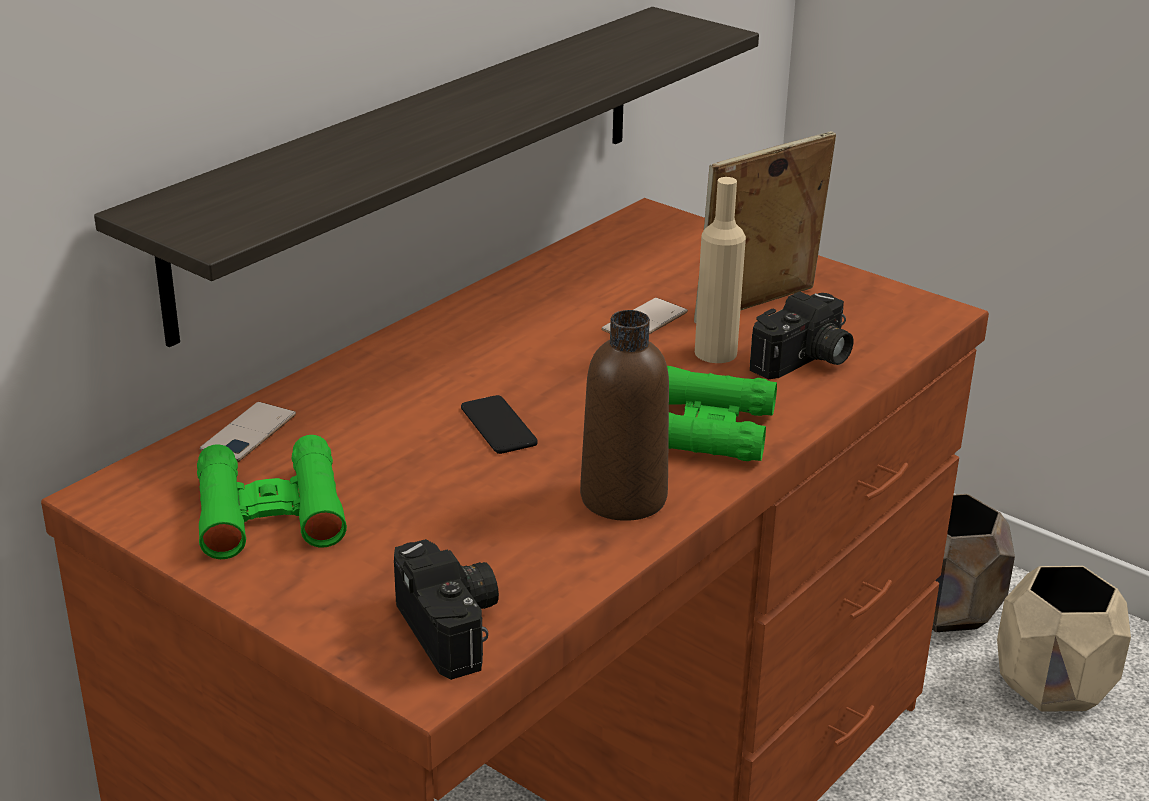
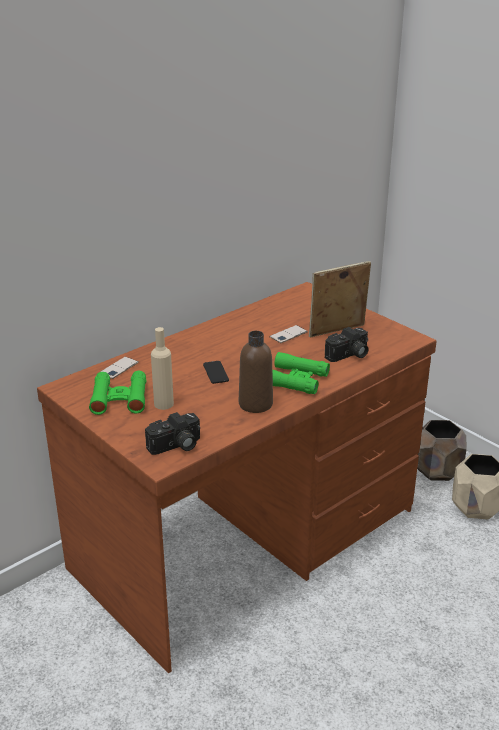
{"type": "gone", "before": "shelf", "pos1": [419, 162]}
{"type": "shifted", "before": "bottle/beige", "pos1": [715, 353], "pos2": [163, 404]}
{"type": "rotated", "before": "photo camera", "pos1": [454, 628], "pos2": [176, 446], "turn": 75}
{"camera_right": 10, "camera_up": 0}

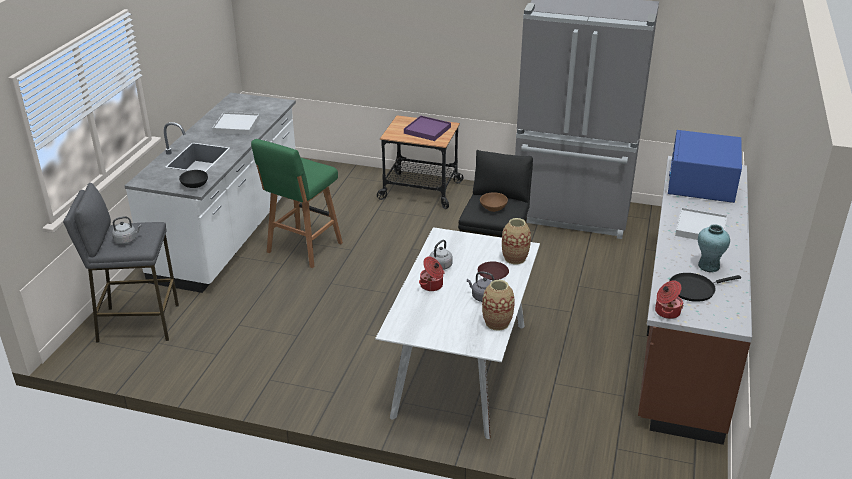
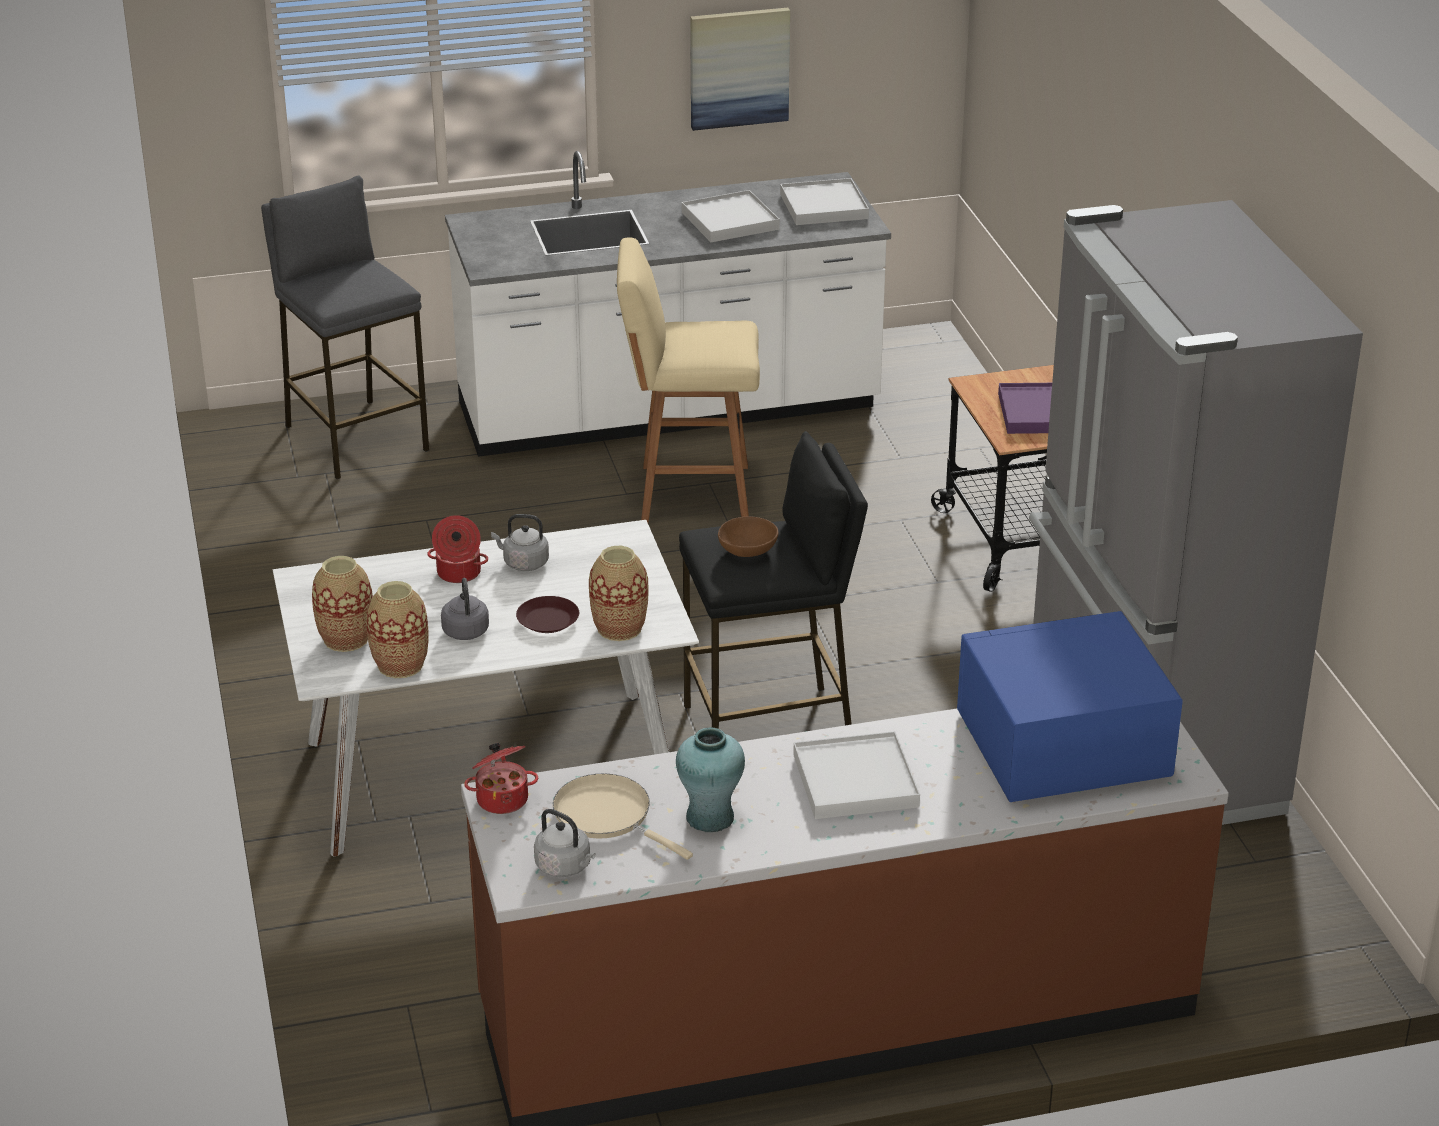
{"type": "repainted", "before": "stool/green", "after": "stool/beige", "pos1": [303, 249], "pos2": [689, 494]}
{"type": "gone", "before": "bowl/black", "pos1": [194, 185]}
{"type": "shifted", "before": "kettle/grey", "pos1": [127, 240], "pos2": [565, 867]}
{"type": "repainted", "before": "frying pan/black", "after": "frying pan/beige", "pos1": [694, 289], "pos2": [608, 816]}
{"type": "new", "after": "picture", "pos2": [739, 67]}
{"type": "new", "after": "tray/white", "pos2": [824, 206]}
{"type": "new", "after": "vase", "pos2": [346, 639]}
{"camera_right": 60, "camera_up": 0}

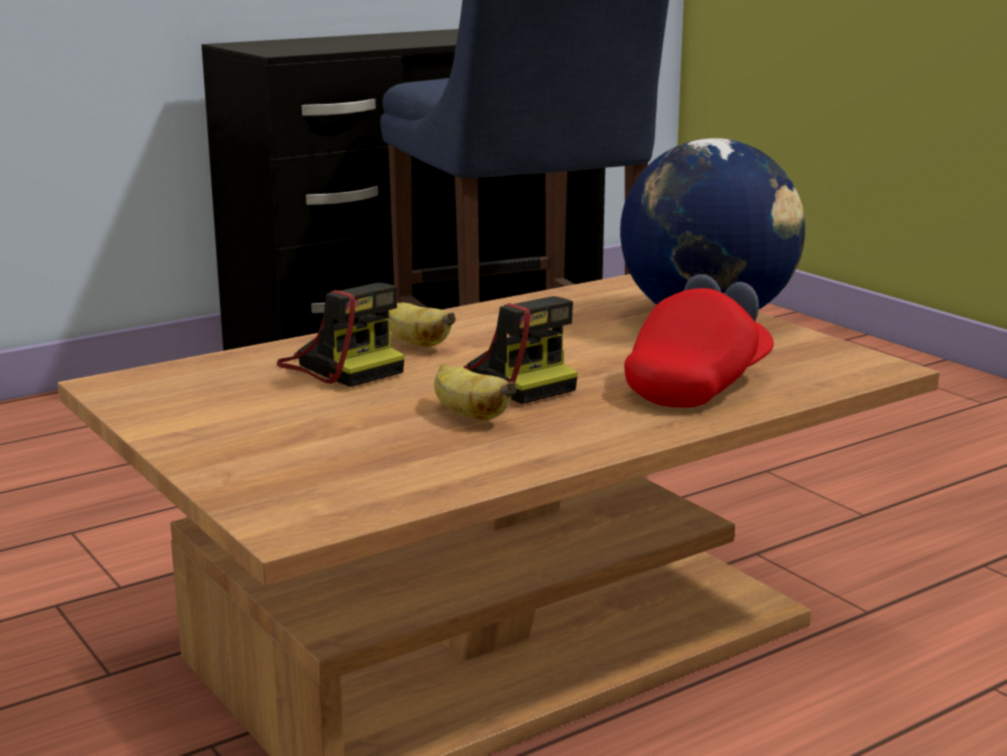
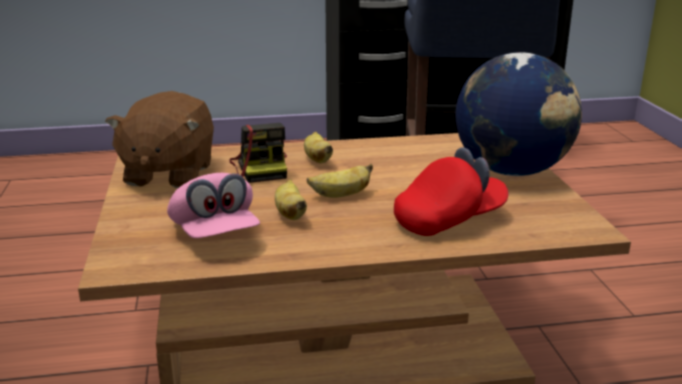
{"type": "swapped", "before": "photo camera", "after": "banana", "pos1": [512, 381], "pos2": [341, 195]}
{"type": "new", "after": "plush toy/brown", "pos2": [168, 174]}
{"type": "new", "after": "cap/pink", "pos2": [214, 234]}
{"camera_right": 25, "camera_up": 5}

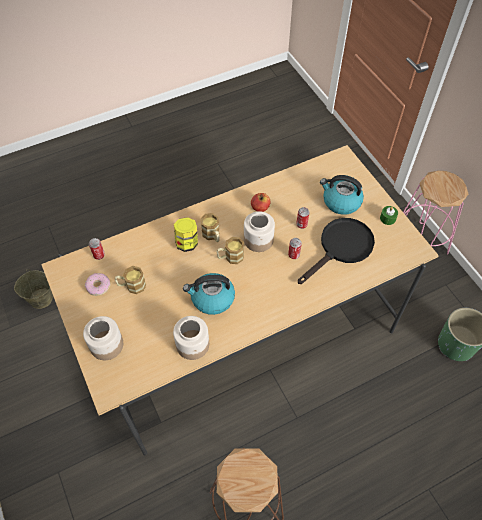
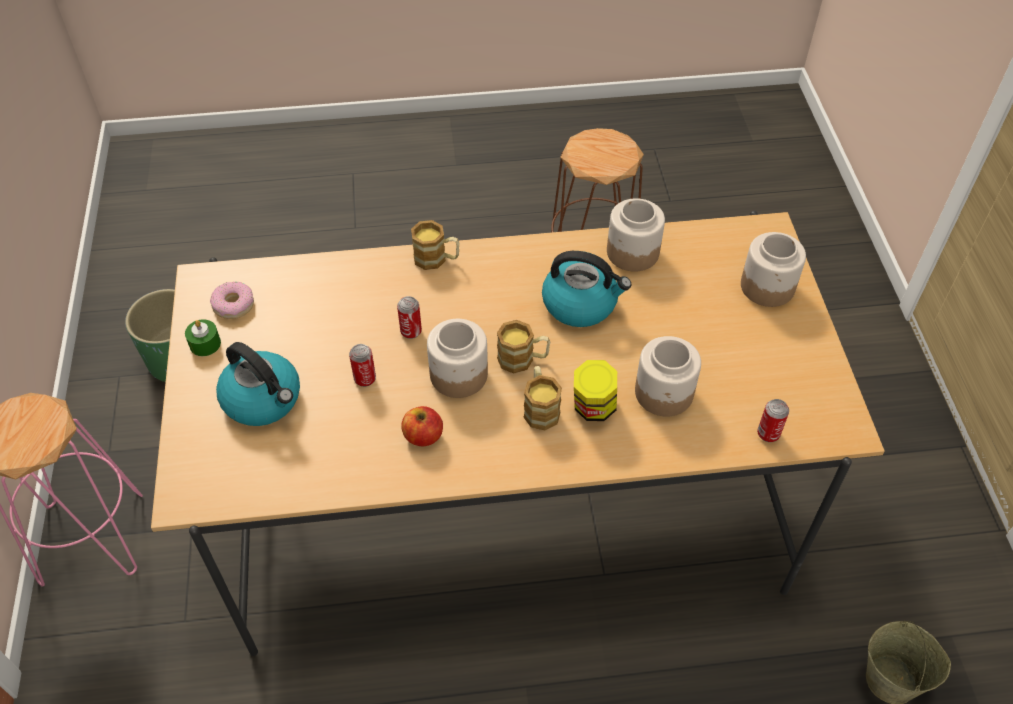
{"type": "gone", "before": "frying pan/black", "pos1": [341, 248]}
{"type": "shifted", "before": "mug", "pos1": [132, 286], "pos2": [436, 259]}
{"type": "shifted", "before": "donut", "pos1": [98, 286], "pos2": [233, 305]}
{"type": "new", "after": "jar", "pos2": [664, 393]}
{"camera_right": -160, "camera_up": -5}

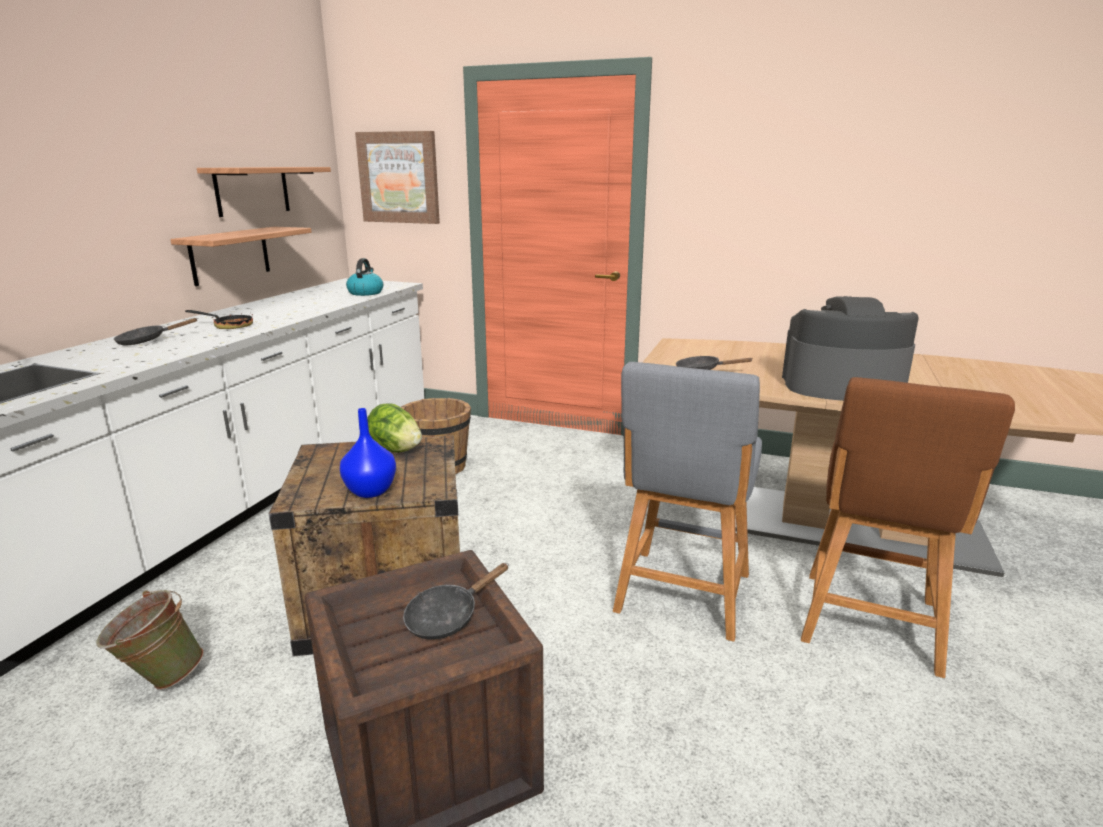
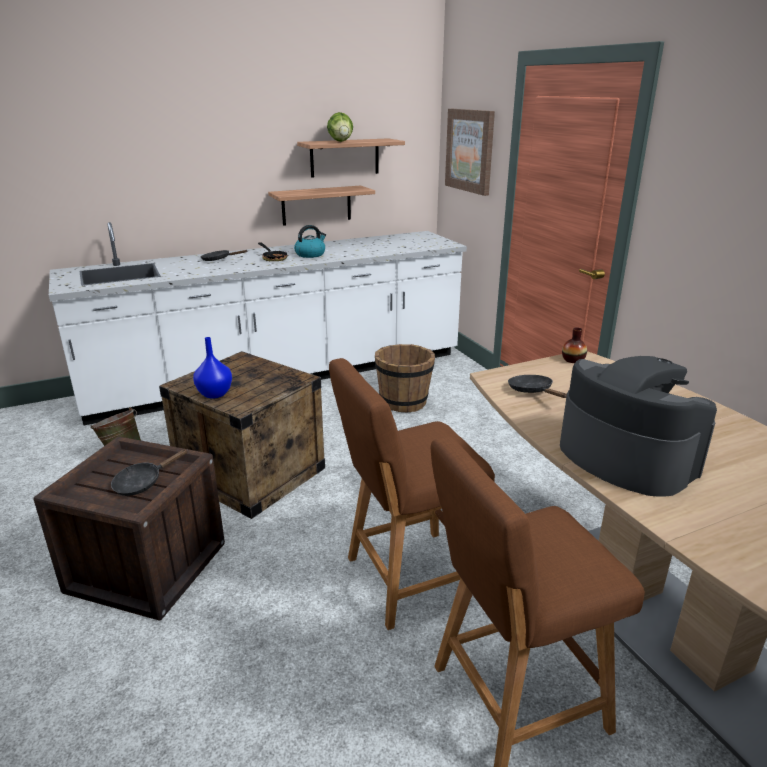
{"type": "shifted", "before": "kettle", "pos1": [365, 292], "pos2": [310, 254]}
{"type": "repainted", "before": "stool/grey", "after": "stool/brown", "pos1": [681, 597], "pos2": [407, 578]}
{"type": "shifted", "before": "lettuce", "pos1": [395, 450], "pos2": [341, 141]}
{"type": "rotated", "before": "frying pan/black", "pos1": [447, 617], "pos2": [142, 483], "turn": -45}
{"type": "new", "after": "vase", "pos2": [573, 360]}
{"camera_right": 45, "camera_up": 5}

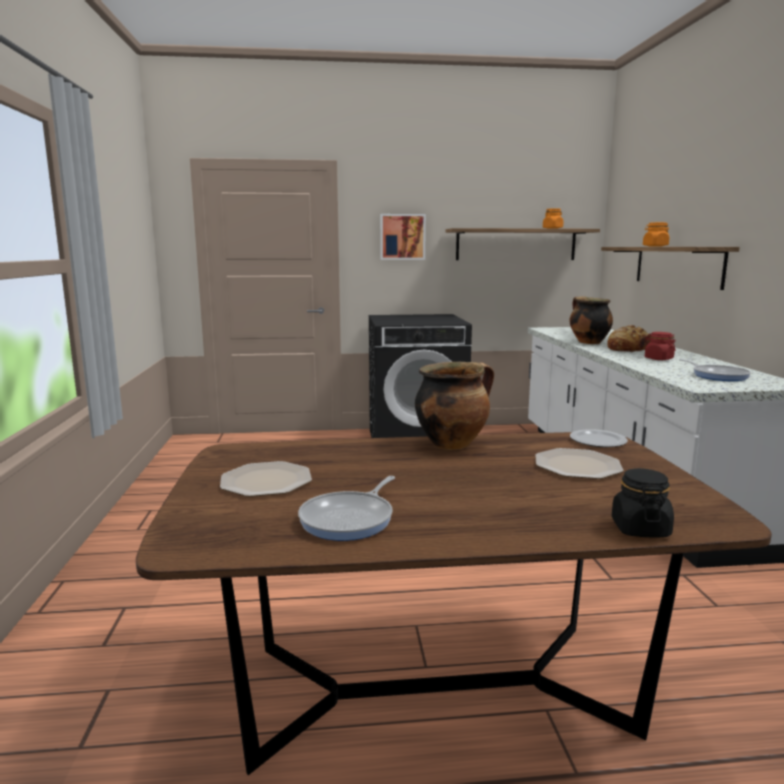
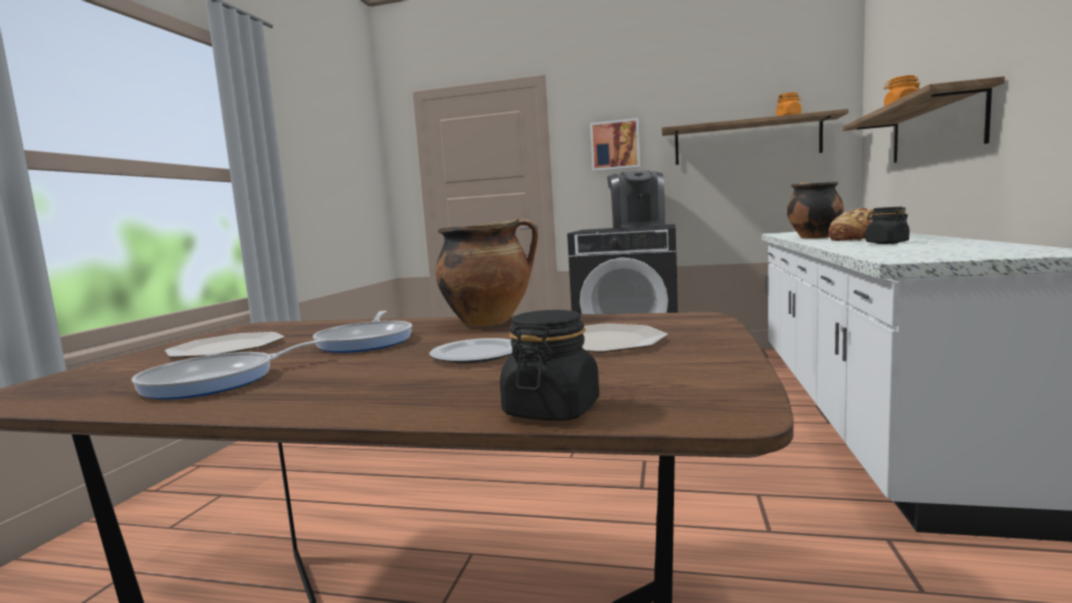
{"type": "repainted", "before": "jar/red", "after": "jar/black", "pos1": [658, 359], "pos2": [886, 243]}
{"type": "shifted", "before": "frying pan", "pos1": [717, 375], "pos2": [367, 341]}
{"type": "shifted", "before": "plate", "pos1": [597, 441], "pos2": [477, 354]}
{"type": "new", "after": "coffee machine", "pos2": [637, 227]}
{"camera_right": 20, "camera_up": -5}

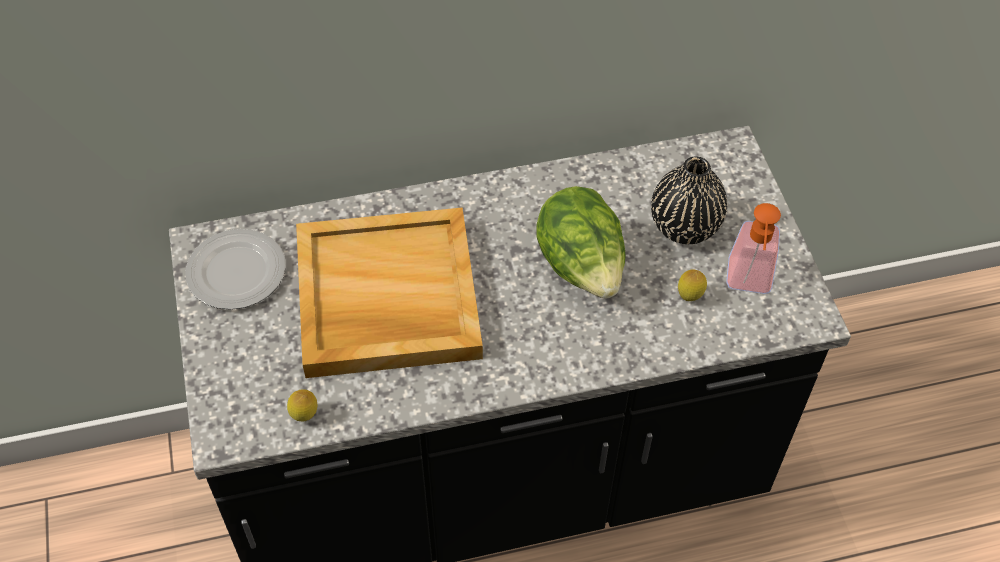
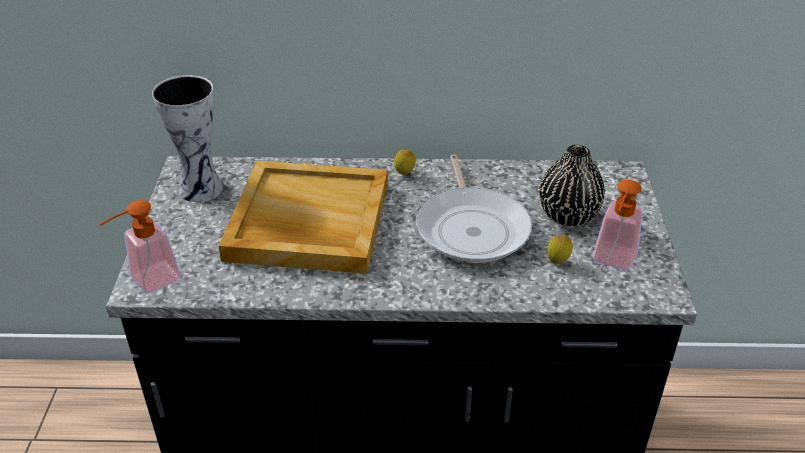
{"type": "swapped", "before": "lettuce", "after": "frying pan", "pos1": [581, 267], "pos2": [472, 227]}
{"type": "swapped", "before": "plate", "after": "vase", "pos1": [238, 272], "pos2": [203, 188]}
{"type": "shifted", "before": "lemon", "pos1": [305, 416], "pos2": [404, 174]}
{"type": "new", "after": "soap dispenser", "pos2": [147, 282]}
{"camera_right": 15, "camera_up": -15}

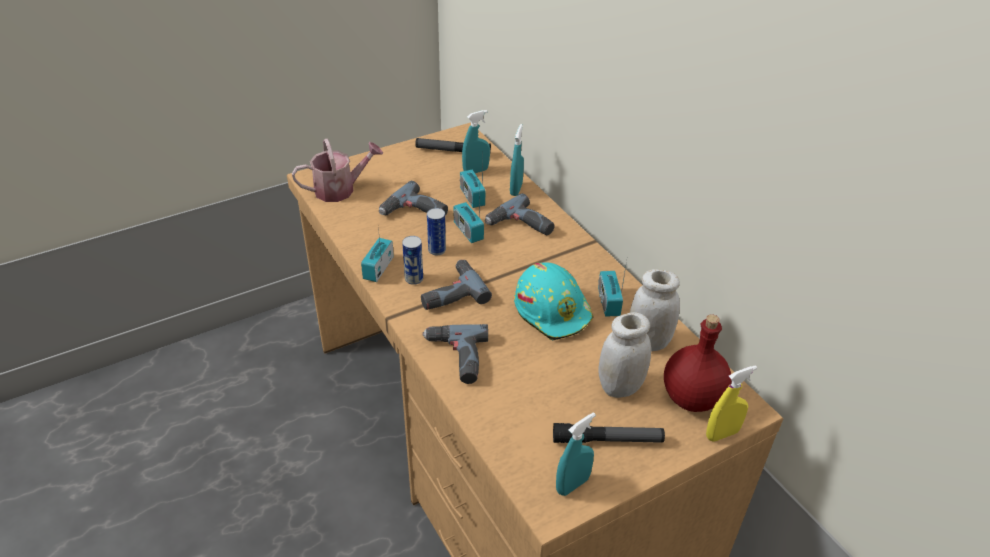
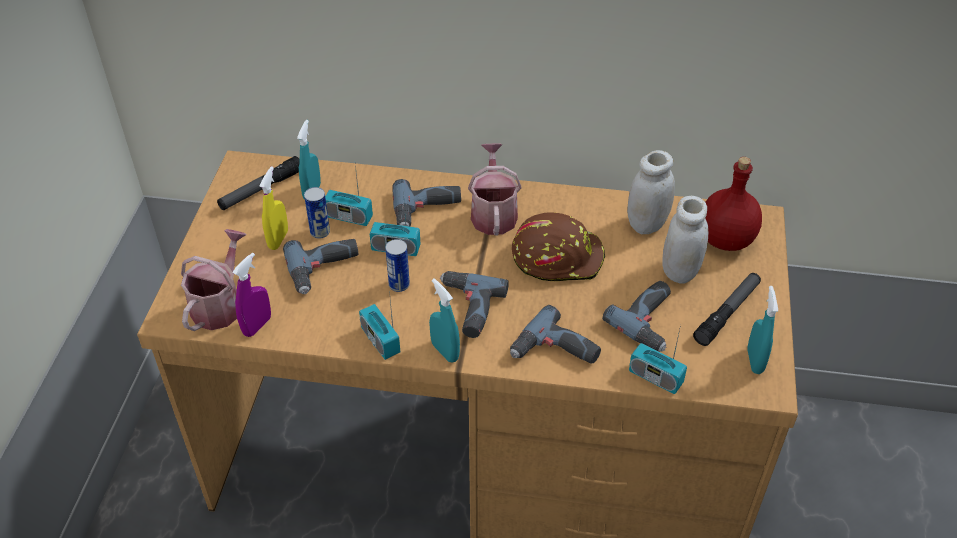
{"type": "shifted", "before": "spray bottle/turquoise", "pos1": [516, 189], "pos2": [445, 351]}
{"type": "shifted", "before": "can", "pos1": [414, 279], "pos2": [320, 232]}
{"type": "shifted", "before": "radio", "pos1": [608, 302], "pos2": [655, 377]}
{"type": "repainted", "before": "hard hat/turquoise", "after": "hard hat/brown", "pos1": [553, 310], "pos2": [557, 256]}
{"type": "shifted", "before": "spray bottle/yellow", "pos1": [722, 434], "pos2": [278, 239]}
{"type": "new", "after": "watering can", "pos2": [493, 213]}
{"type": "new", "after": "spray bottle/purple", "pos2": [257, 326]}
{"type": "new", "after": "power drill", "pos2": [651, 321]}
{"camera_right": -50, "camera_up": 5}

